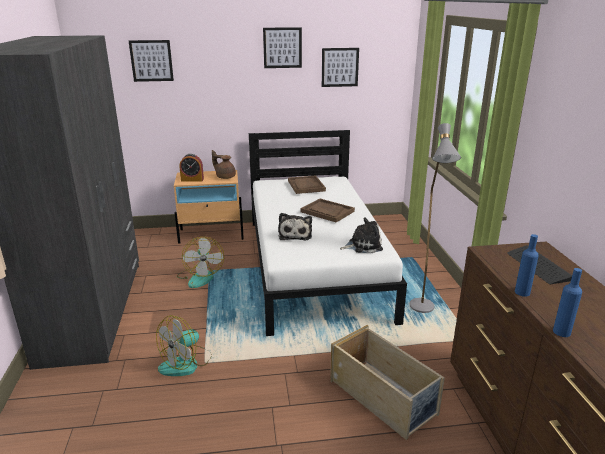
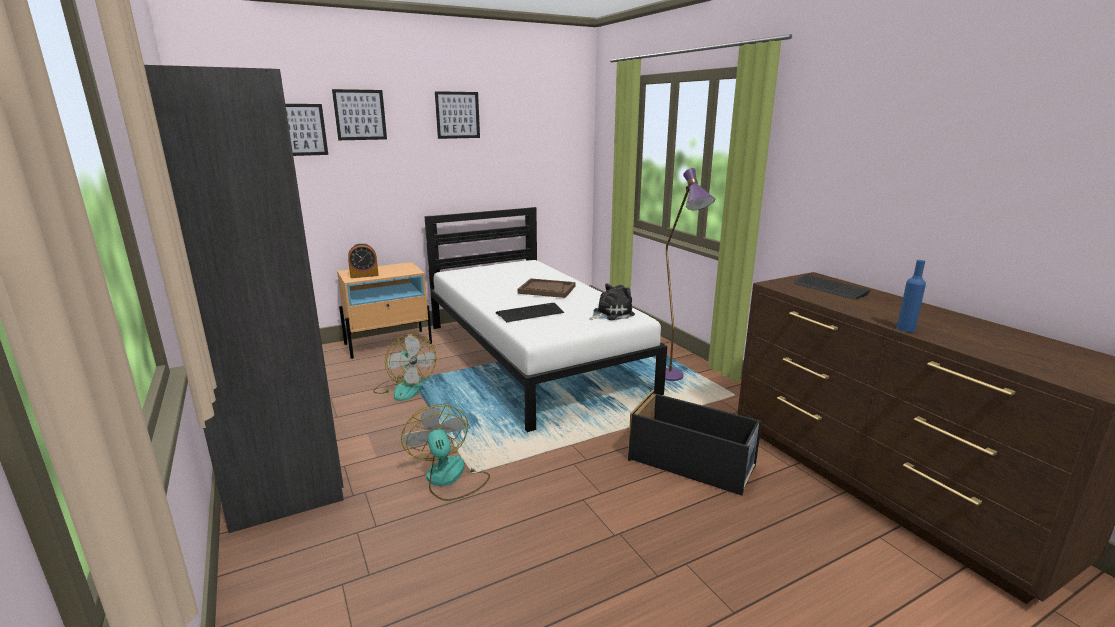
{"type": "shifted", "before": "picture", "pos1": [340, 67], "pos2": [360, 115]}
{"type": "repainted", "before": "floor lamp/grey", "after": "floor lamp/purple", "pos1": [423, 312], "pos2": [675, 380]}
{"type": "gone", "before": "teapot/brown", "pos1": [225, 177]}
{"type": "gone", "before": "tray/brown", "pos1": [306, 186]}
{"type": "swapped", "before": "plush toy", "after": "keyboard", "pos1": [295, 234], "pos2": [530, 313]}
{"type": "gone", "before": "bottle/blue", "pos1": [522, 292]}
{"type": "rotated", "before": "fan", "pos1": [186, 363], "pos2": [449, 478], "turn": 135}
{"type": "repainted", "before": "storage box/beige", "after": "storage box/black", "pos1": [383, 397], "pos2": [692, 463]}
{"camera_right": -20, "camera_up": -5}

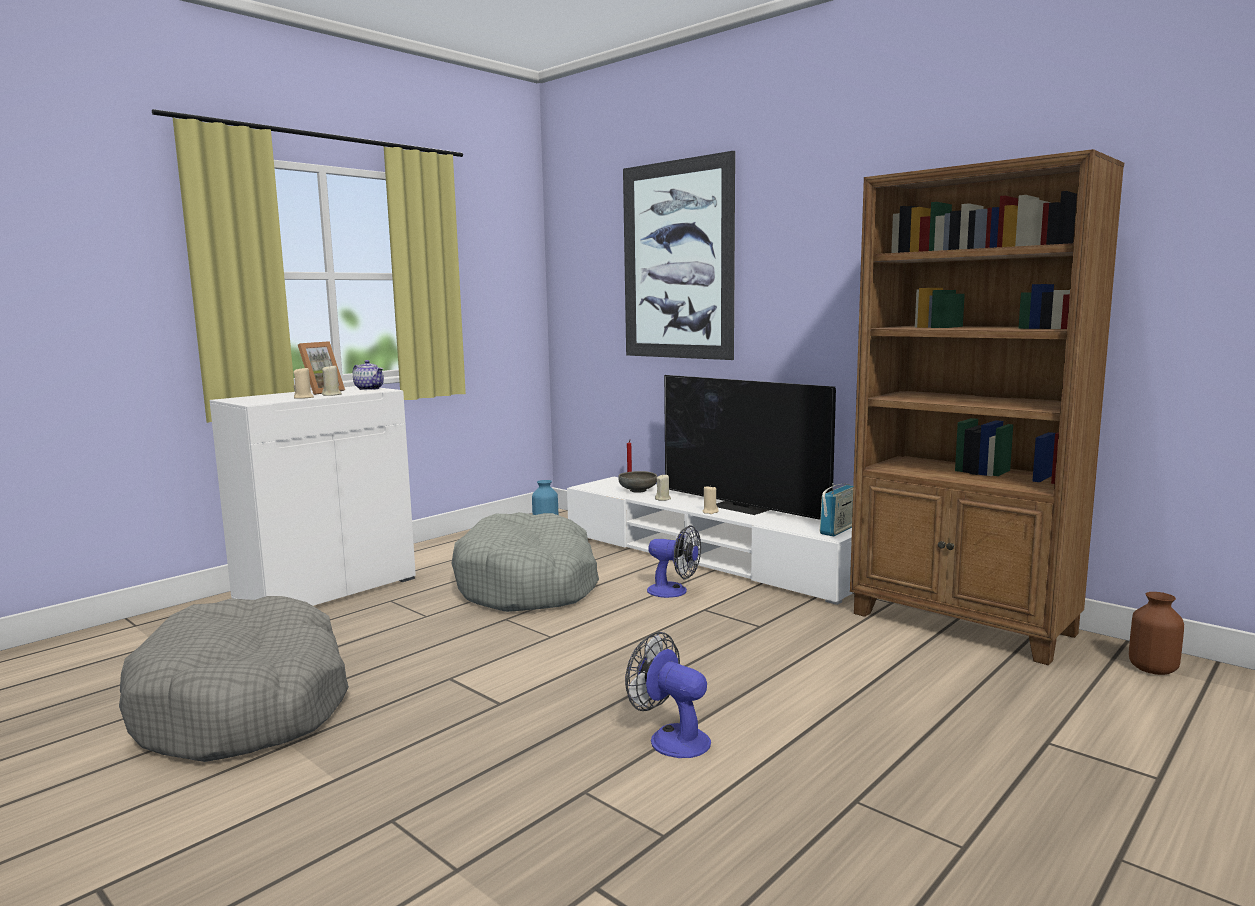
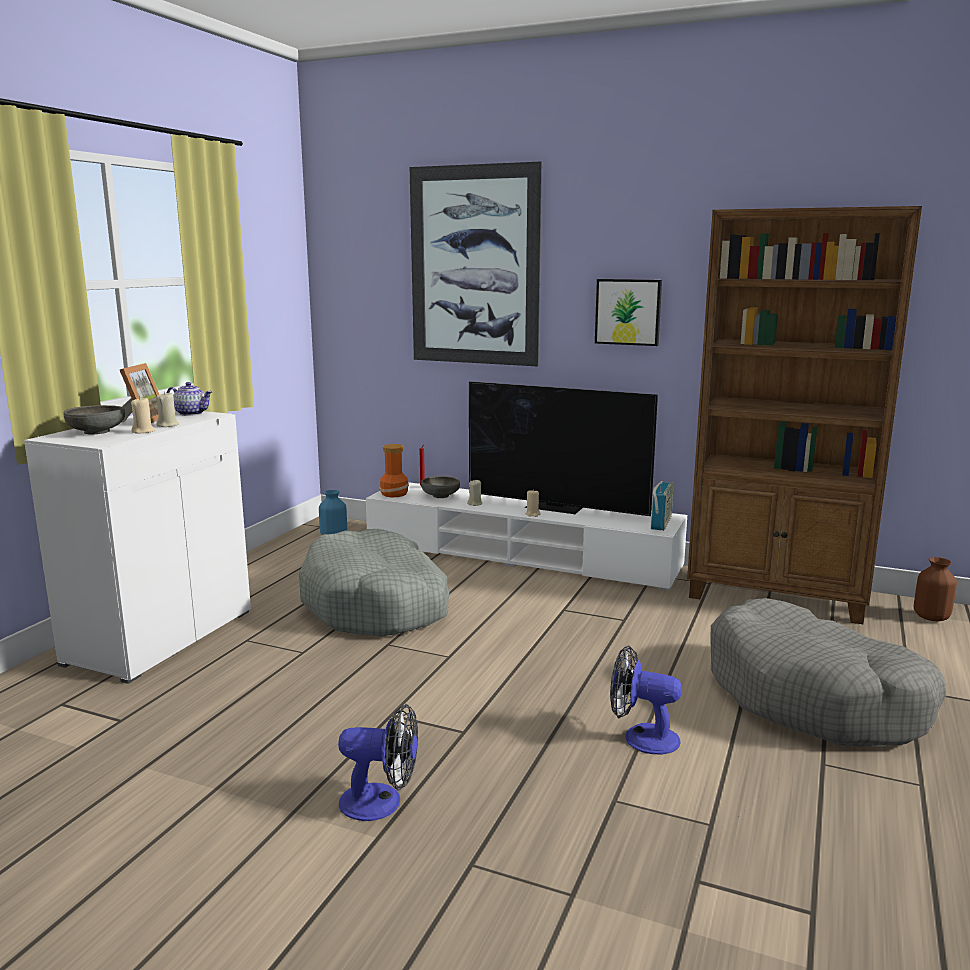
{"type": "shifted", "before": "fan", "pos1": [674, 592], "pos2": [381, 803]}
{"type": "shifted", "before": "dog bed/grey", "pos1": [245, 705], "pos2": [815, 697]}
{"type": "new", "after": "picture", "pos2": [628, 312]}
{"type": "new", "after": "bowl/grey", "pos2": [96, 432]}
{"type": "new", "after": "vase", "pos2": [395, 494]}
{"camera_right": -20, "camera_up": 5}

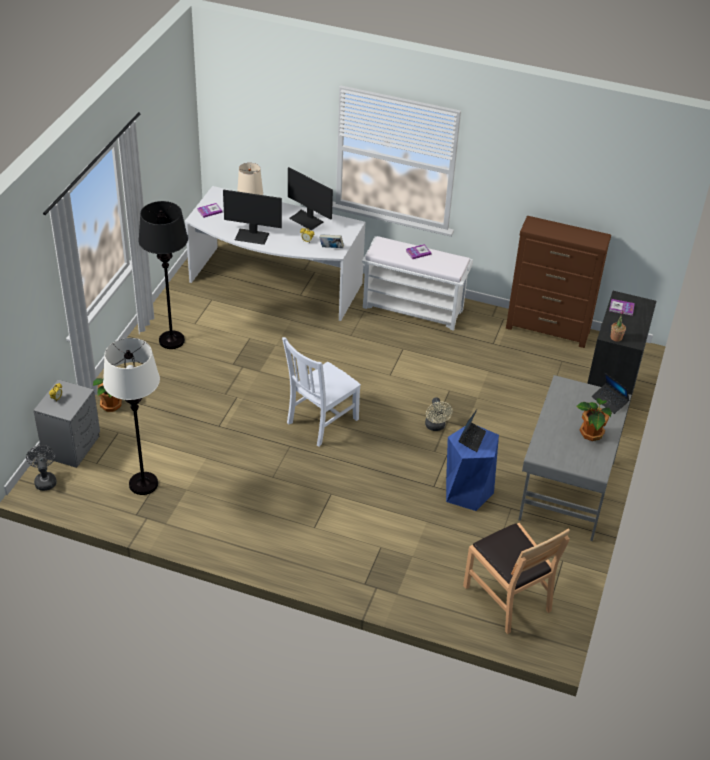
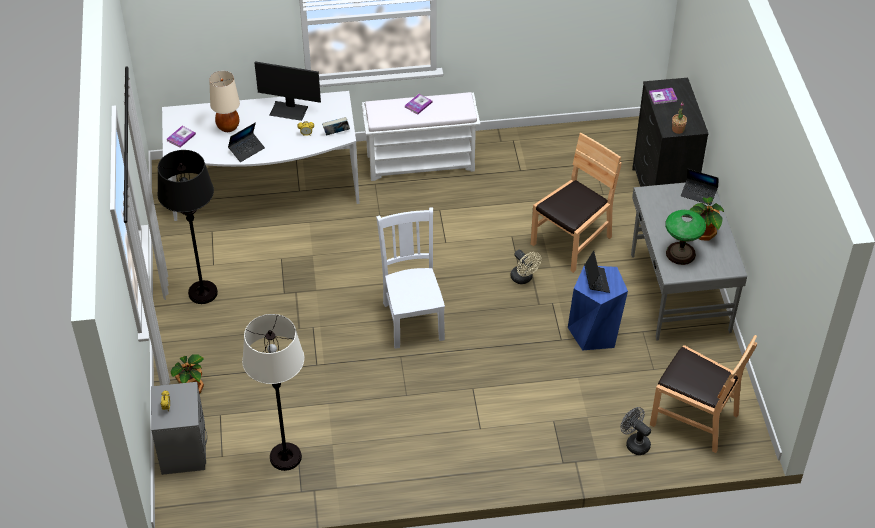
{"type": "swapped", "before": "monitor", "after": "laptop", "pos1": [252, 236], "pos2": [247, 150]}
{"type": "gone", "before": "dresser/brown", "pos1": [548, 330]}
{"type": "rotated", "before": "chair/white", "pos1": [320, 422], "pos2": [413, 319], "turn": 150}
{"type": "shifted", "before": "fan/grey", "pos1": [45, 480], "pos2": [634, 443]}
{"type": "new", "after": "chair/brown", "pos2": [572, 241]}
{"type": "new", "after": "table lamp", "pos2": [680, 253]}
{"camera_right": -25, "camera_up": 5}

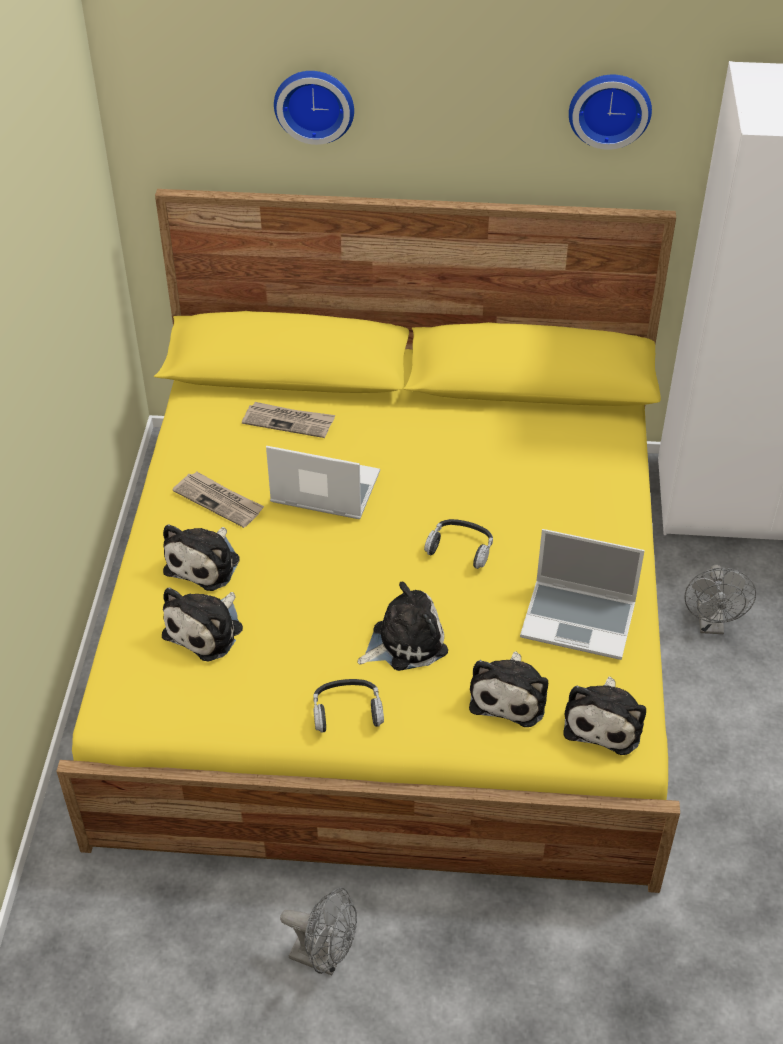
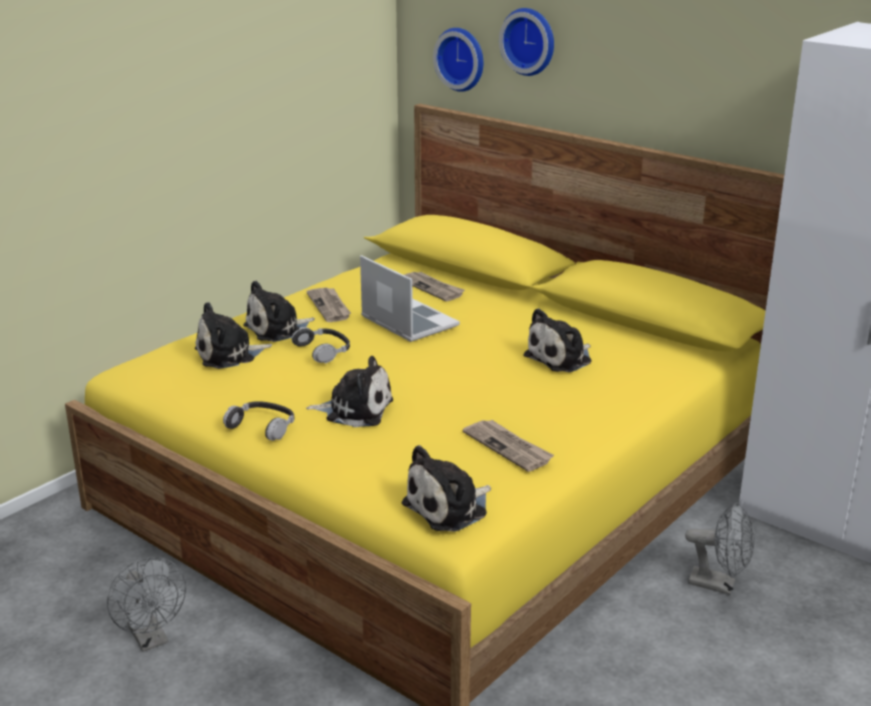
{"type": "shifted", "before": "wall clock", "pos1": [609, 108], "pos2": [462, 58]}
{"type": "shifted", "before": "headphones", "pos1": [460, 548], "pos2": [323, 351]}
{"type": "swapped", "before": "laptop", "after": "newspaper", "pos1": [579, 620], "pos2": [508, 447]}
{"type": "rotated", "before": "fan/grey", "pos1": [711, 625], "pos2": [719, 585], "turn": -105}
{"type": "shifted", "before": "plush toy", "pos1": [510, 695], "pos2": [561, 358]}
{"camera_right": 35, "camera_up": -20}

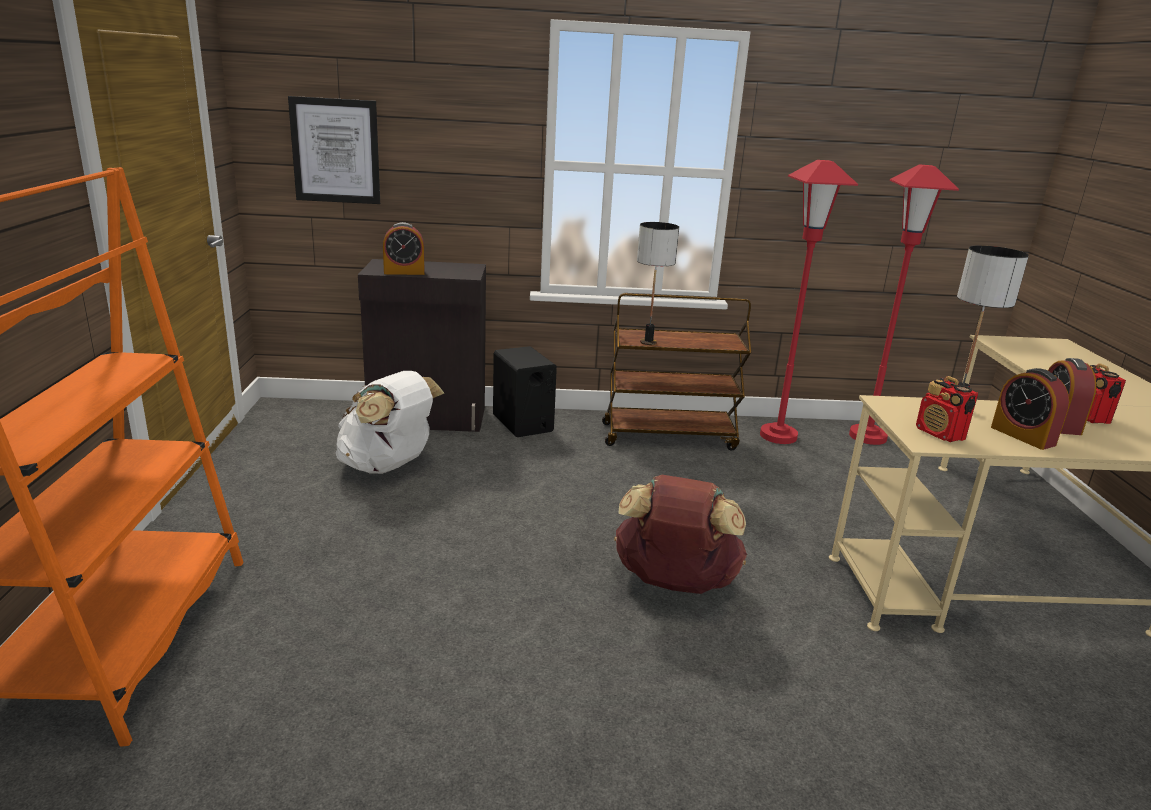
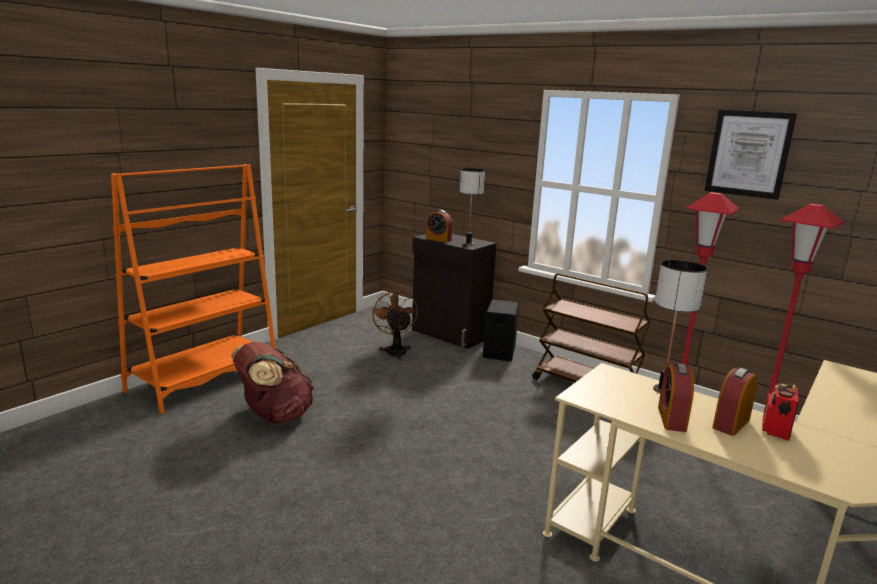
{"type": "shifted", "before": "picture", "pos1": [335, 151], "pos2": [748, 153]}
{"type": "shifted", "before": "table lamp", "pos1": [648, 342], "pos2": [468, 244]}
{"type": "swapped", "before": "backpack/white", "after": "fan/brown", "pos1": [388, 466], "pos2": [395, 350]}
{"type": "gone", "before": "radio", "pos1": [940, 434]}
{"type": "shifted", "before": "backpack/brown", "pos1": [674, 583], "pos2": [274, 416]}
{"camera_right": 40, "camera_up": -5}

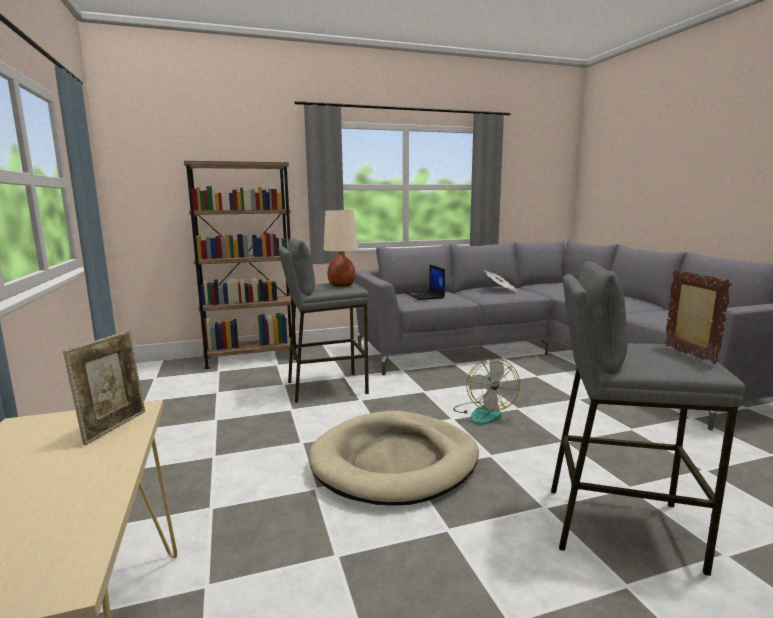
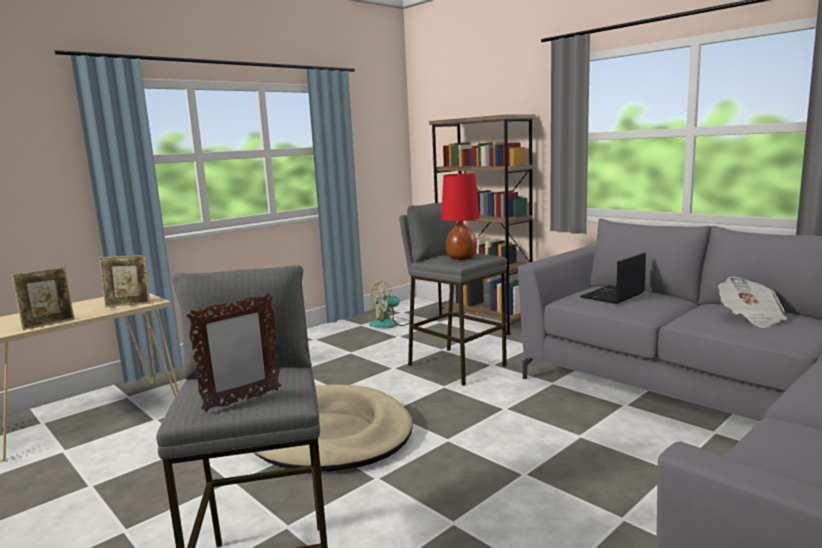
{"type": "repainted", "before": "table lamp/beige", "after": "table lamp/red", "pos1": [341, 285], "pos2": [461, 258]}
{"type": "shifted", "before": "fan", "pos1": [483, 413], "pos2": [390, 324]}
{"type": "new", "after": "picture frame", "pos2": [49, 324]}
{"camera_right": 65, "camera_up": 0}

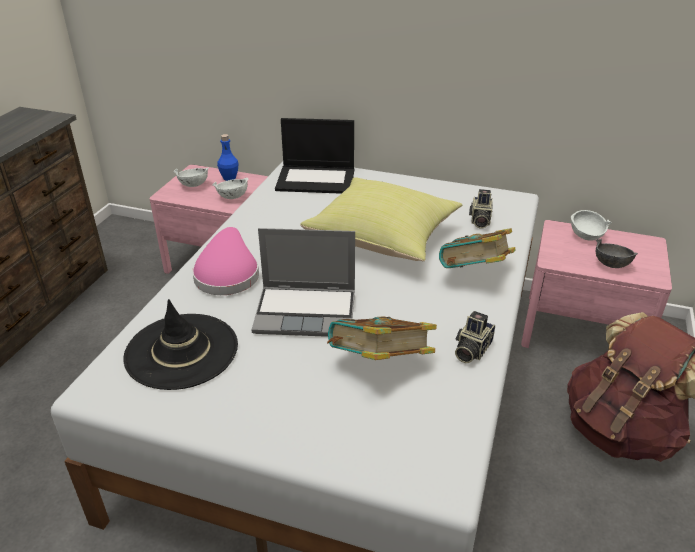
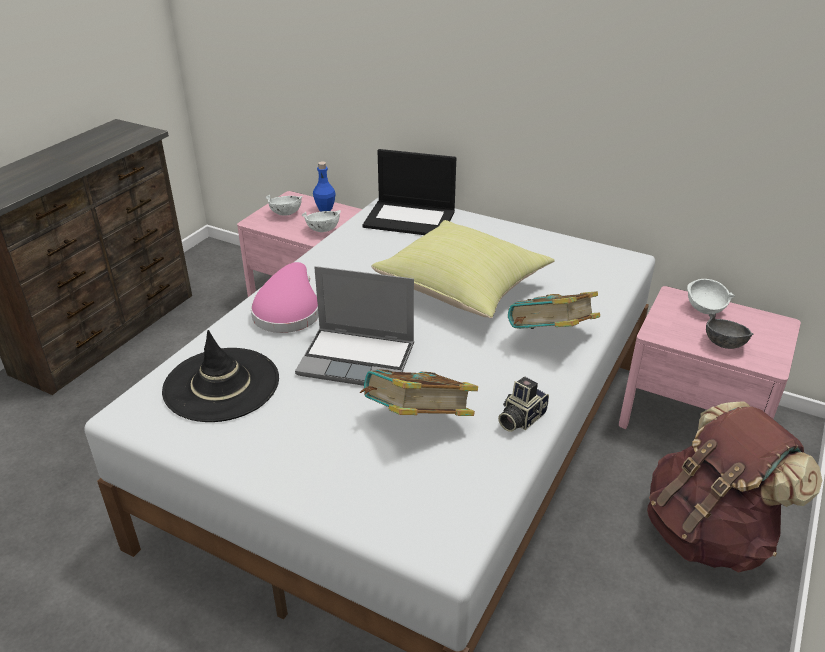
{"type": "gone", "before": "photo camera", "pos1": [479, 220]}
{"camera_right": 10, "camera_up": 0}

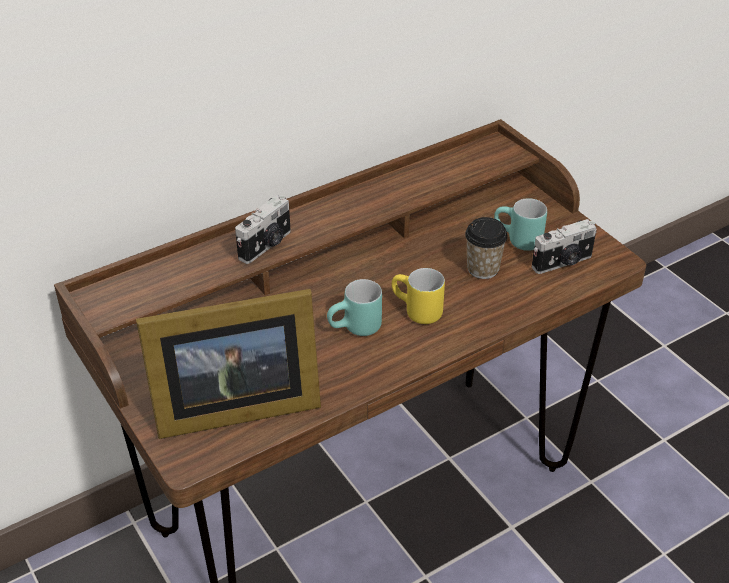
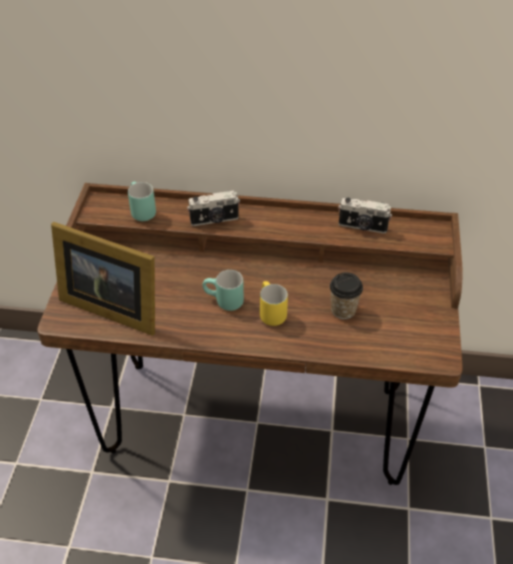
{"type": "shifted", "before": "mug/turquoise", "pos1": [517, 241], "pos2": [140, 211]}
{"type": "shifted", "before": "photo camera", "pos1": [563, 263], "pos2": [362, 227]}
{"camera_right": 40, "camera_up": 5}

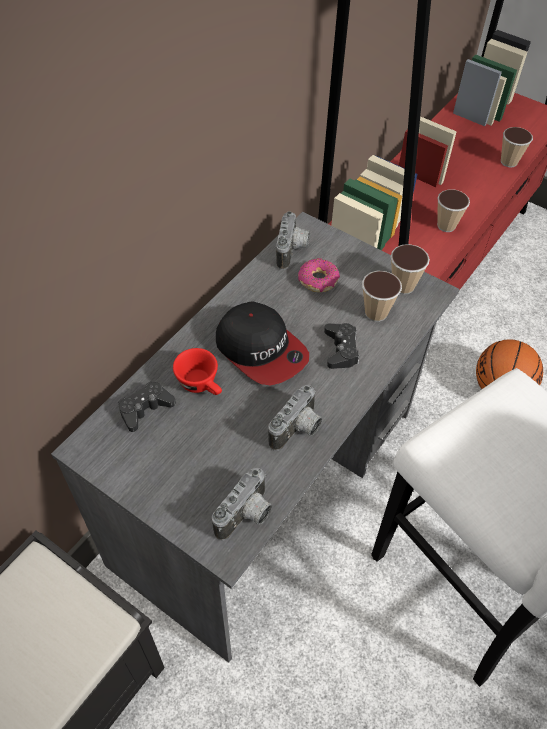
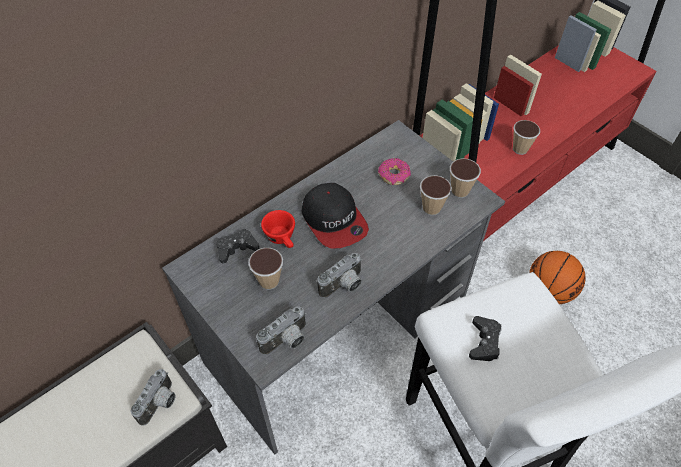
{"type": "shifted", "before": "cup", "pos1": [509, 162], "pos2": [269, 281]}
{"type": "shifted", "before": "photo camera", "pos1": [293, 251], "pos2": [160, 404]}
{"type": "shifted", "before": "game controller/black", "pos1": [341, 349], "pos2": [484, 342]}
{"camera_right": 15, "camera_up": 0}

